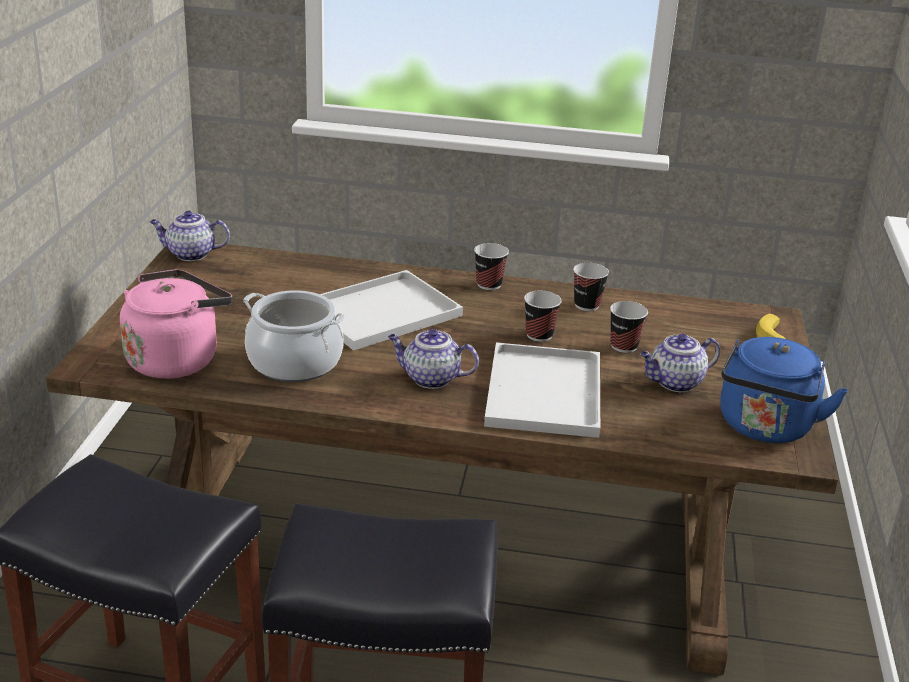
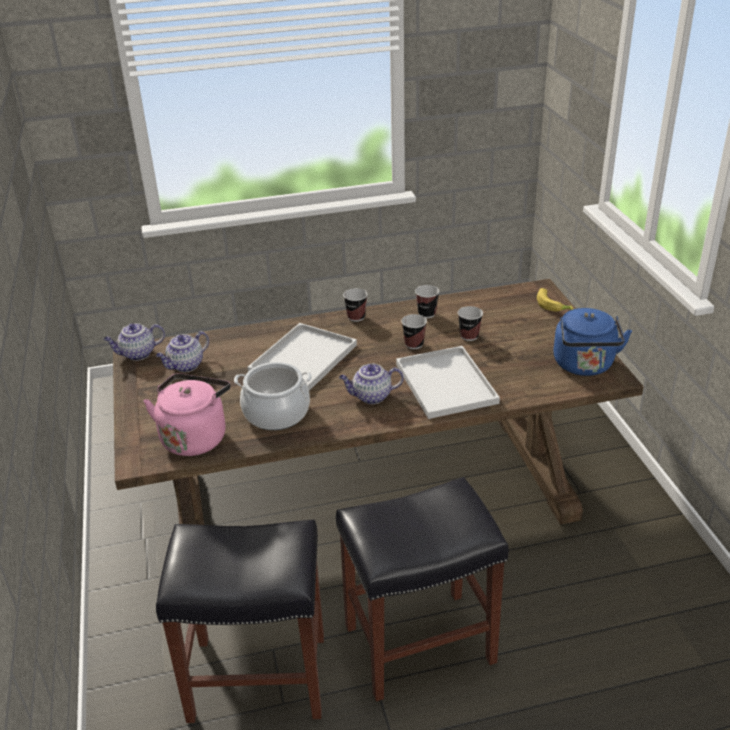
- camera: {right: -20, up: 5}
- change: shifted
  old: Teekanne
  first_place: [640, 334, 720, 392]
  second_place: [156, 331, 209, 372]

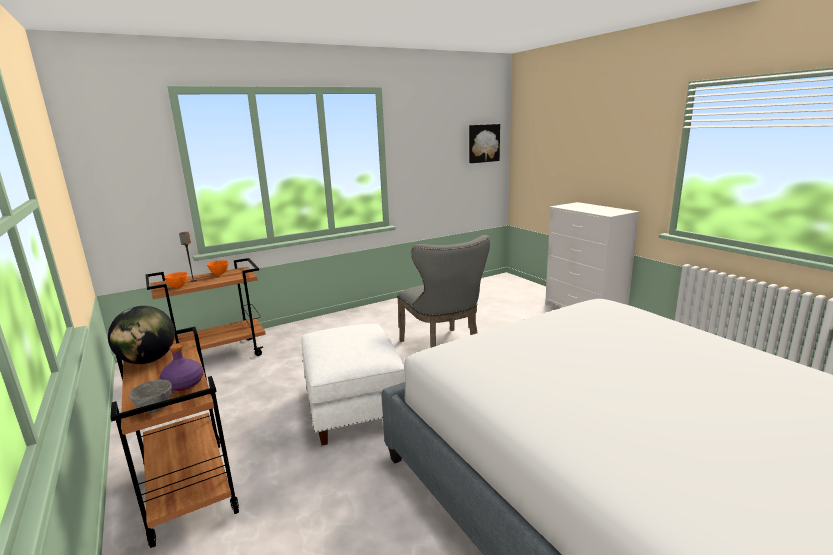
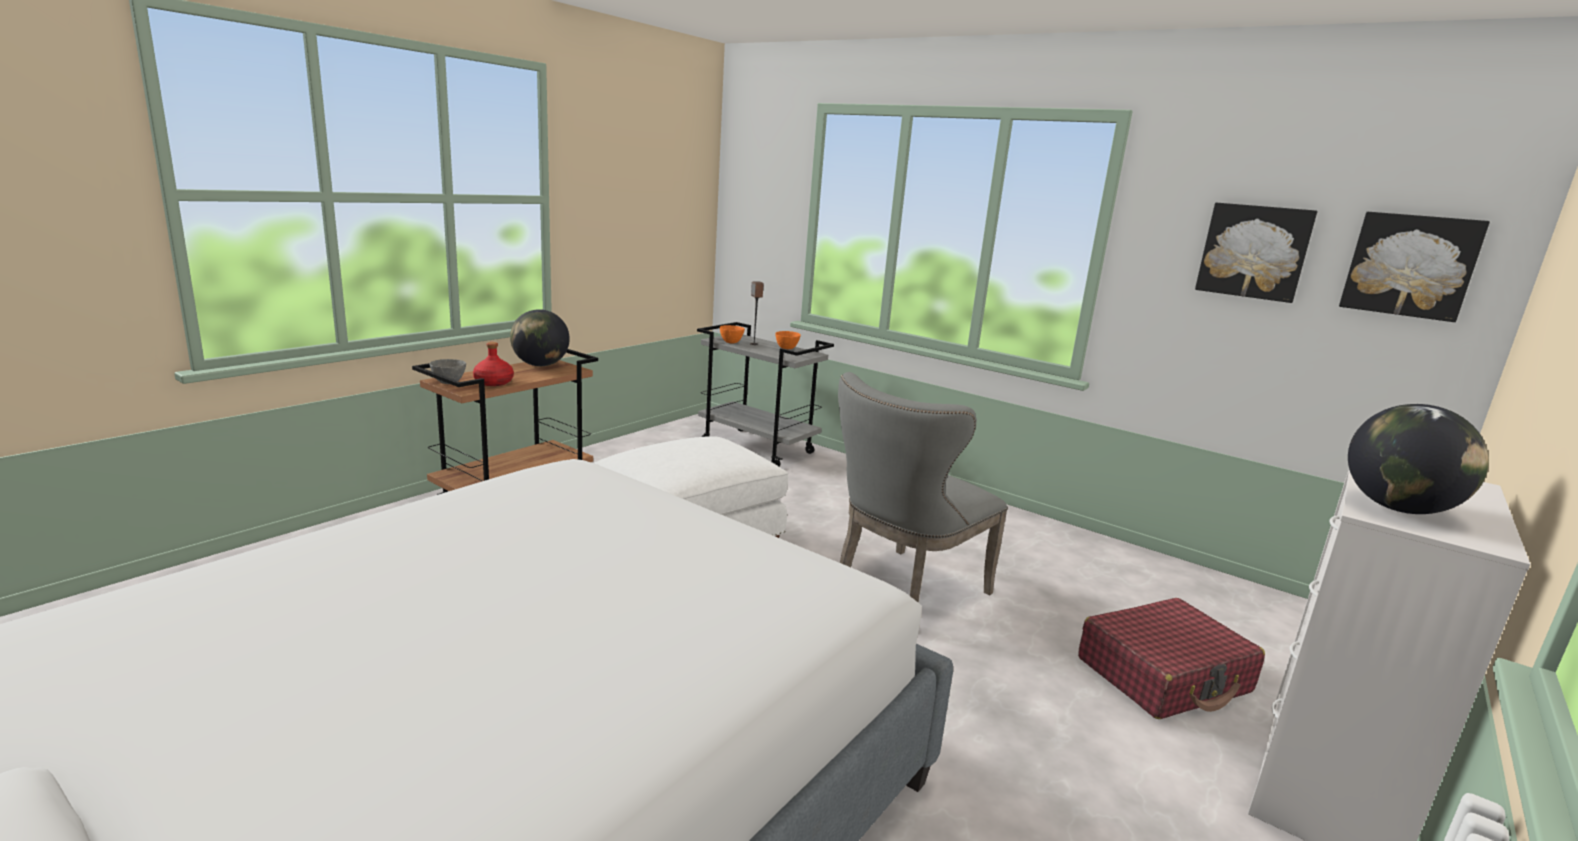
- camera: {right: 65, up: 0}
- change: repainted
  old: Rollwagen [braun]
  new: Rollwagen [grau]
  first_place: [145, 258, 266, 356]
  second_place: [697, 322, 834, 466]
- change: repainted
  old: Flasche [lila]
  new: Flasche [rot]
  first_place: [159, 344, 203, 391]
  second_place: [473, 342, 514, 386]
- change: new
  new: Koffer [rot]
  second_place: [1078, 598, 1265, 719]
- change: new
  new: Bild
  second_place: [1195, 203, 1318, 303]
- change: new
  new: Globus
  second_place: [1348, 404, 1489, 514]

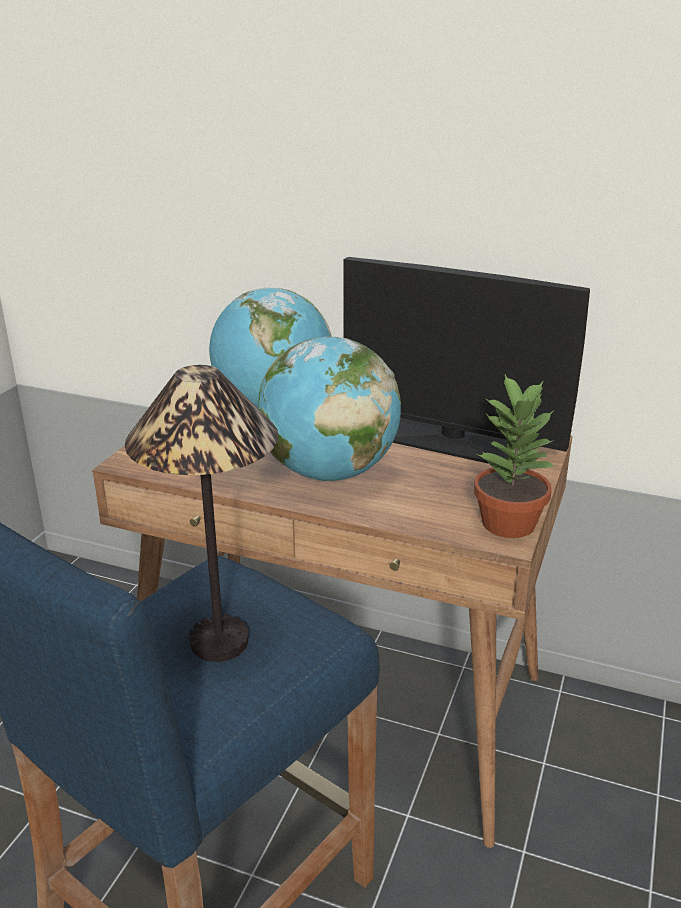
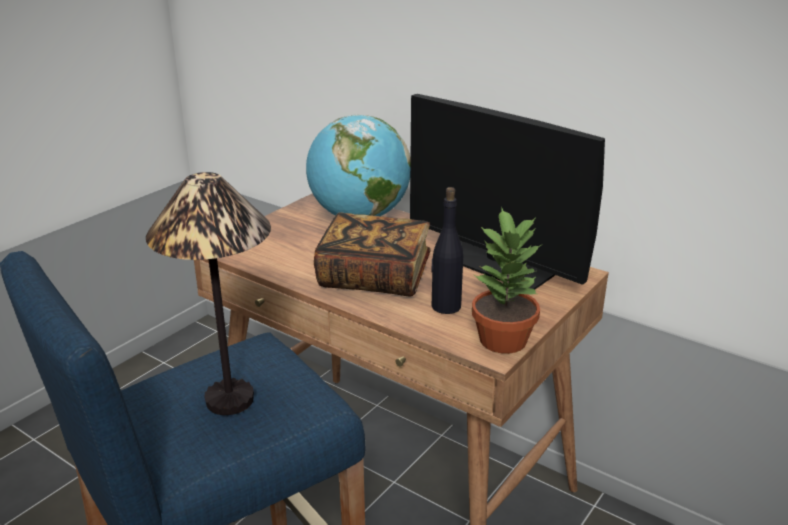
- camera: {right: 15, up: 0}
- change: swapped
  old: Globus
  new: Buch
  first_place: [258, 337, 401, 481]
  second_place: [314, 212, 431, 297]
- change: new
  new: Flasche [schwarz]
  second_place: [431, 187, 463, 314]

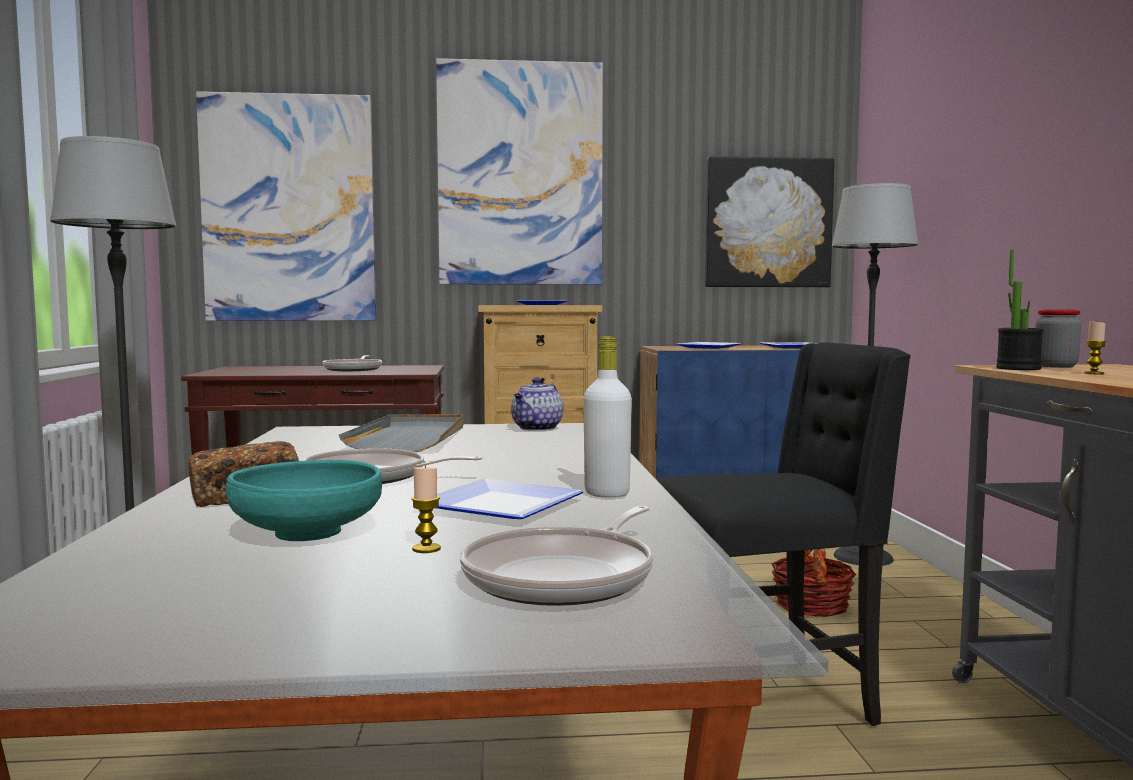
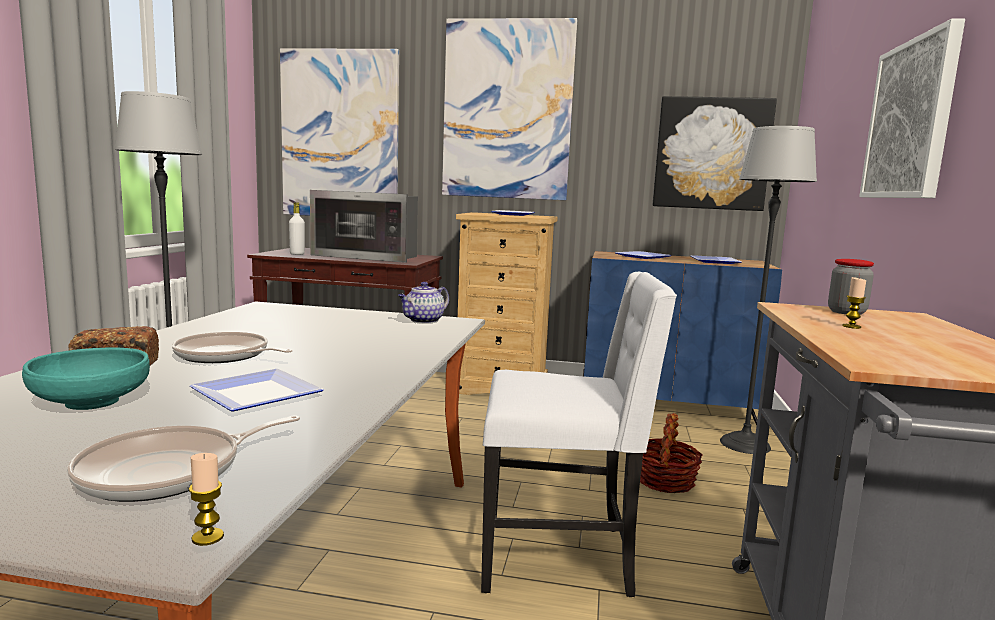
- camera: {right: 15, up: 5}
- change: swapped
  old: Pfanne
  new: Mikrowelle
  first_place: [322, 355, 382, 371]
  second_place: [310, 190, 418, 263]
- change: gone
  old: Tablett [grau]
  first_place: [339, 414, 463, 452]
- change: shifted
  old: Kerze
  first_place: [411, 465, 441, 553]
  second_place: [189, 453, 224, 546]
- change: shifted
  old: Flasche [weiß]
  first_place: [583, 336, 632, 498]
  second_place: [289, 202, 305, 255]
- change: repainted
  old: Stuhl [schwarz]
  new: Stuhl [weiß]
  first_place: [655, 342, 911, 726]
  second_place: [481, 272, 677, 597]
- change: gone
  old: Topfpflanze
  first_place: [996, 250, 1043, 370]
- change: new
  new: Bild
  second_place: [859, 19, 965, 198]

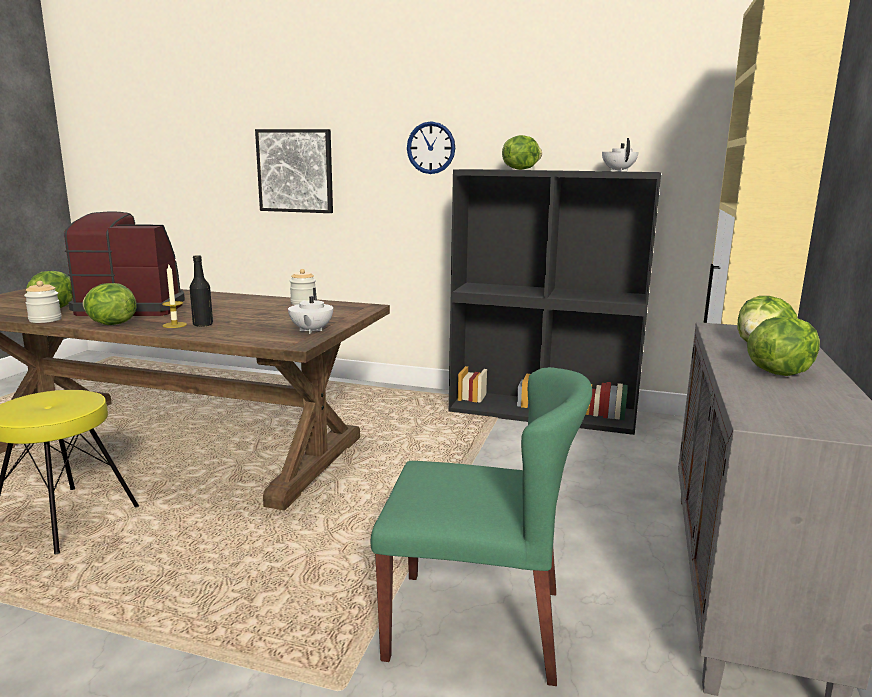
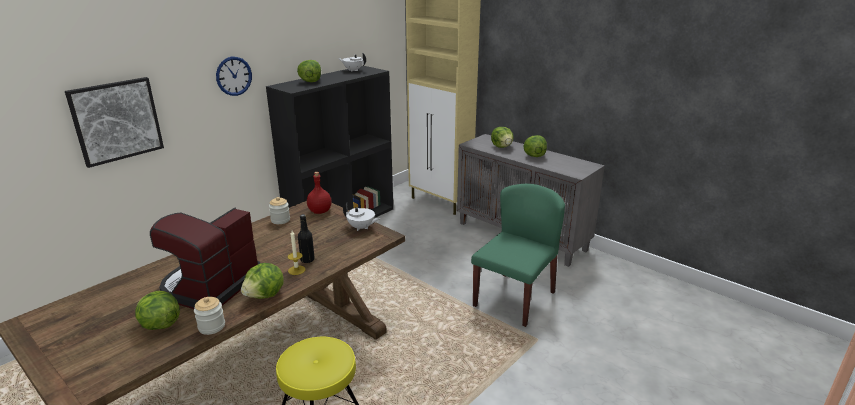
- camera: {right: -65, up: 10}
- change: new
  new: Flasche [rot]
  second_place: [307, 172, 332, 214]

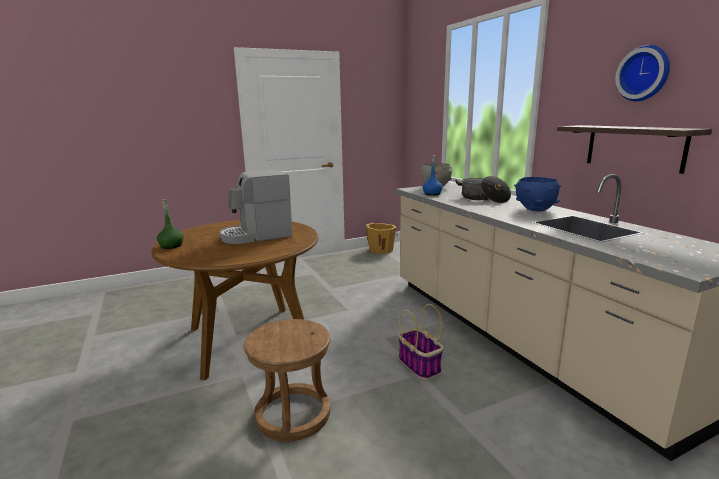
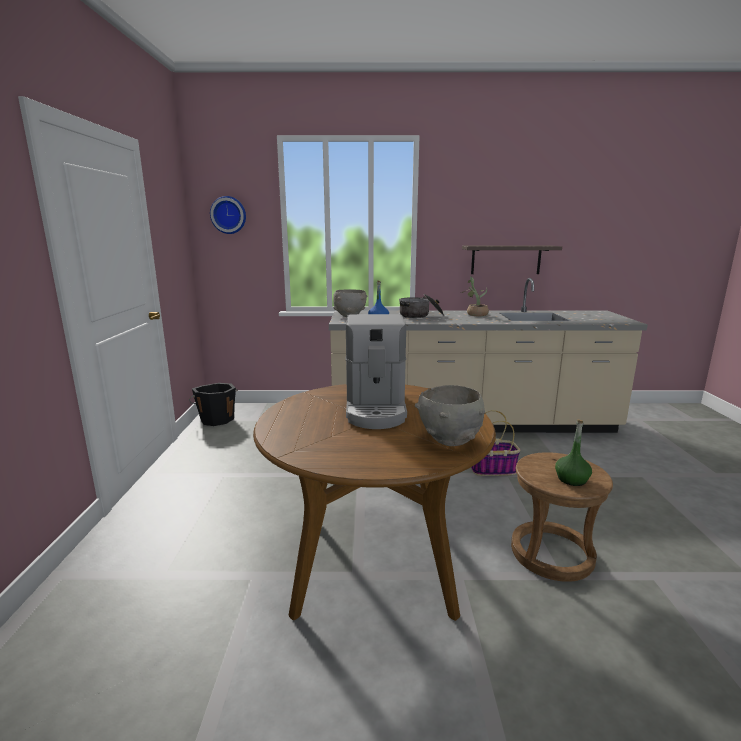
- camera: {right: -65, up: 0}
- change: shifted
  old: Flasche [grün]
  first_place: [157, 199, 184, 249]
  second_place: [555, 419, 592, 486]
- change: repainted
  old: Eimer [orange]
  new: Eimer [schwarz]
  first_place: [366, 223, 398, 254]
  second_place: [189, 383, 238, 426]
- change: swapped
  old: Schüssel [blau]
  new: Topfpflanze
  first_place: [514, 177, 561, 211]
  second_place: [461, 276, 489, 316]
- change: shifted
  old: Wanduhr
  first_place: [615, 45, 670, 101]
  second_place: [210, 196, 246, 234]
- change: new
  new: Schüssel [grau]
  second_place: [415, 385, 485, 446]

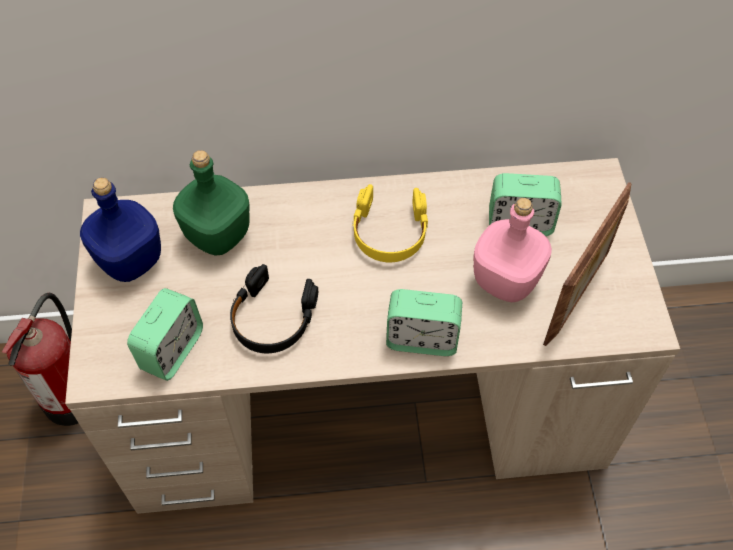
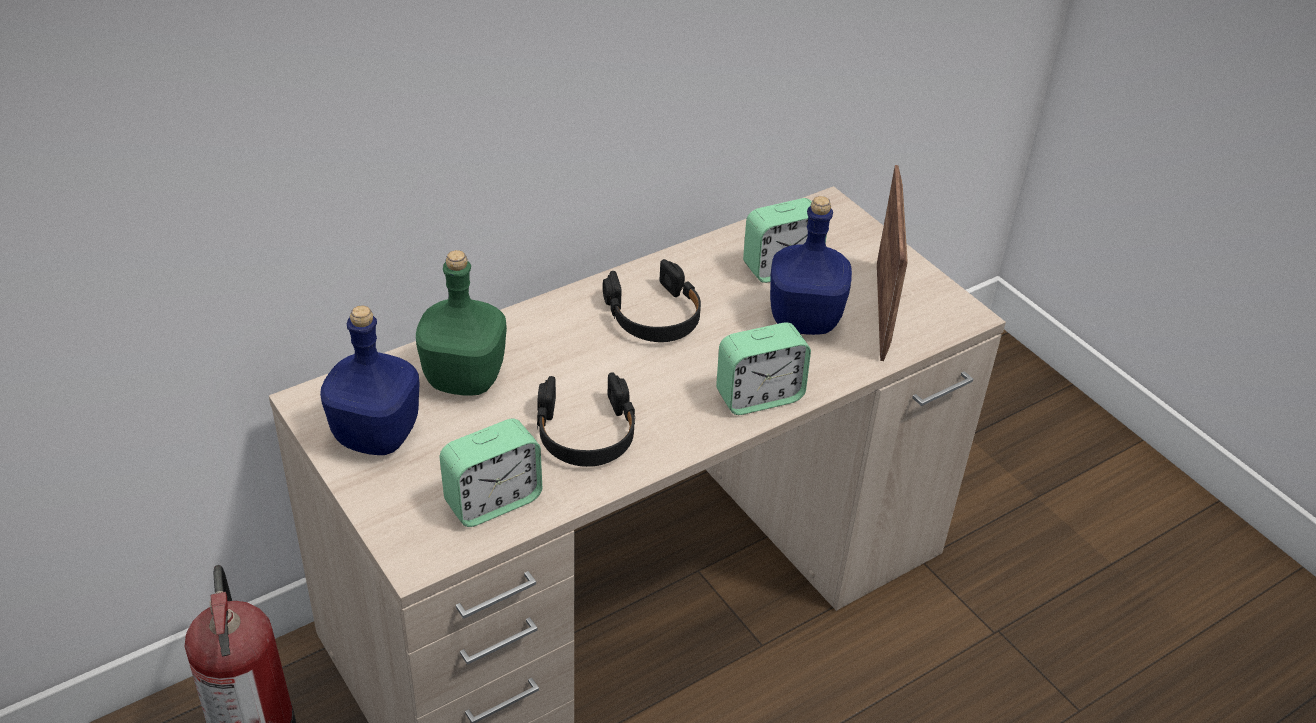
- camera: {right: -30, up: -15}
- change: rotated
  old: Wecker
  first_place: [127, 288, 203, 381]
  second_place: [439, 419, 542, 527]
  degrees: 60
- change: repainted
  old: Kopfhörer [gelb]
  new: Kopfhörer [schwarz]
  first_place: [353, 184, 428, 262]
  second_place: [603, 259, 701, 342]
- change: repainted
  old: Flasche [rosa]
  new: Flasche [blau]
  first_place: [473, 198, 552, 302]
  second_place: [770, 196, 852, 335]

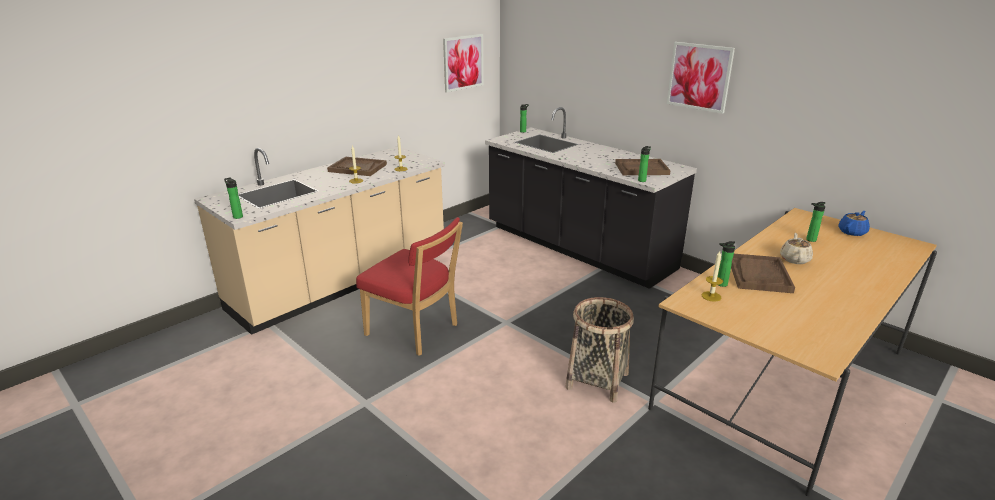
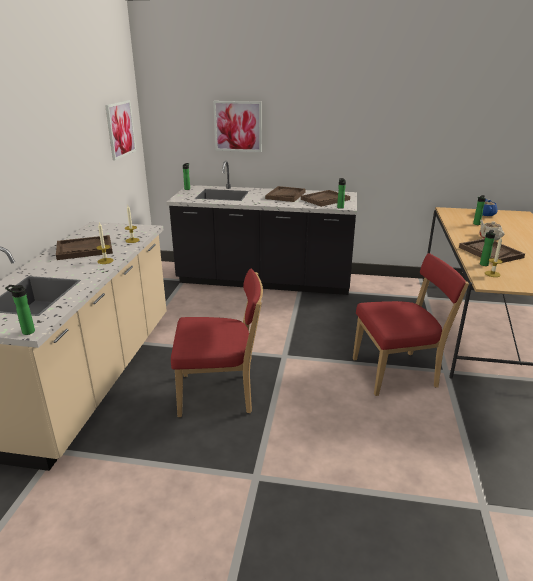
- camera: {right: -35, up: 0}
- change: swapped
  old: Korb
  new: Stuhl [rot]
  first_place: [565, 297, 634, 402]
  second_place: [353, 253, 469, 396]
- change: shifted
  old: Bild
  first_place: [667, 42, 735, 114]
  second_place: [213, 101, 262, 152]
- change: new
  new: Tablett [braun]
  second_place: [265, 186, 305, 202]

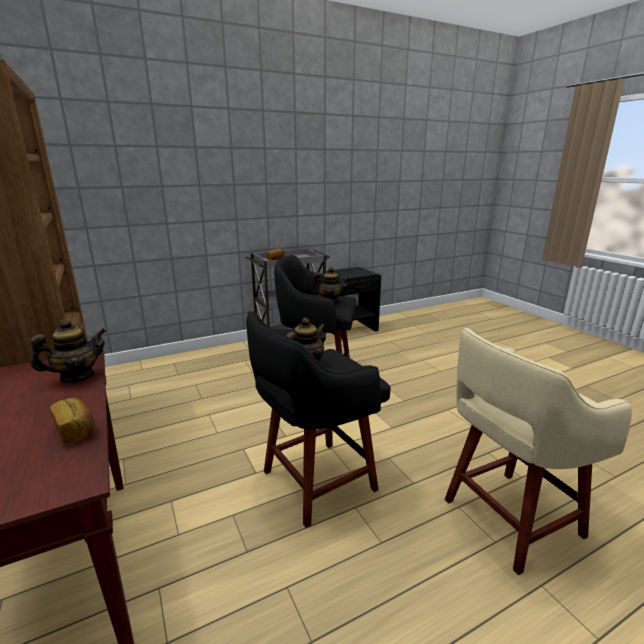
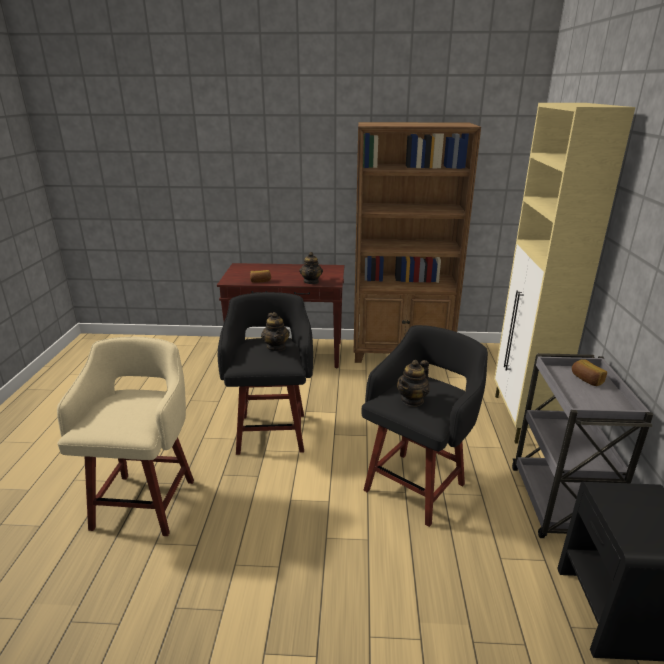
- camera: {right: 120, up: 5}
- change: new
  new: Schrank [beige]
  second_place: [494, 103, 635, 443]

